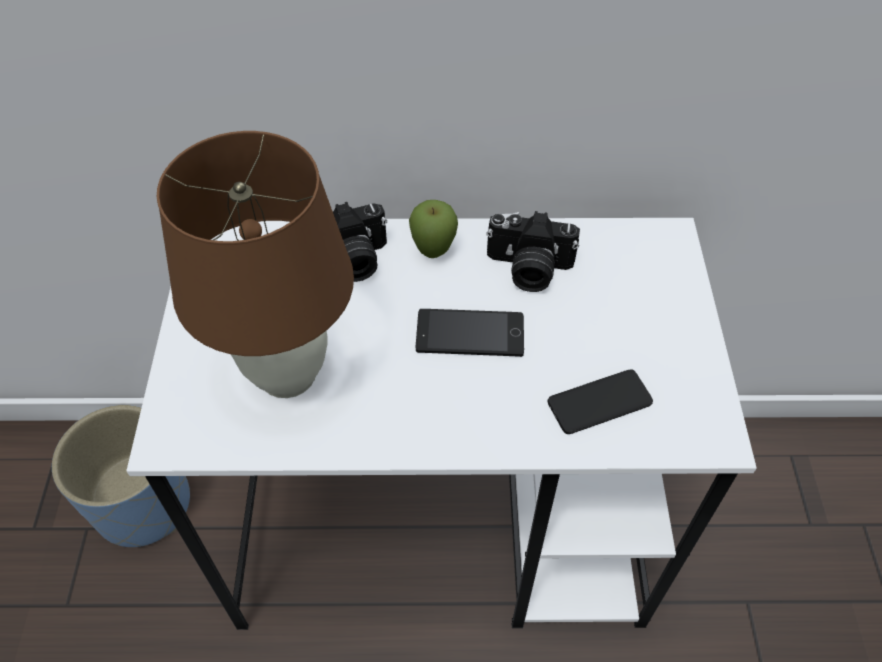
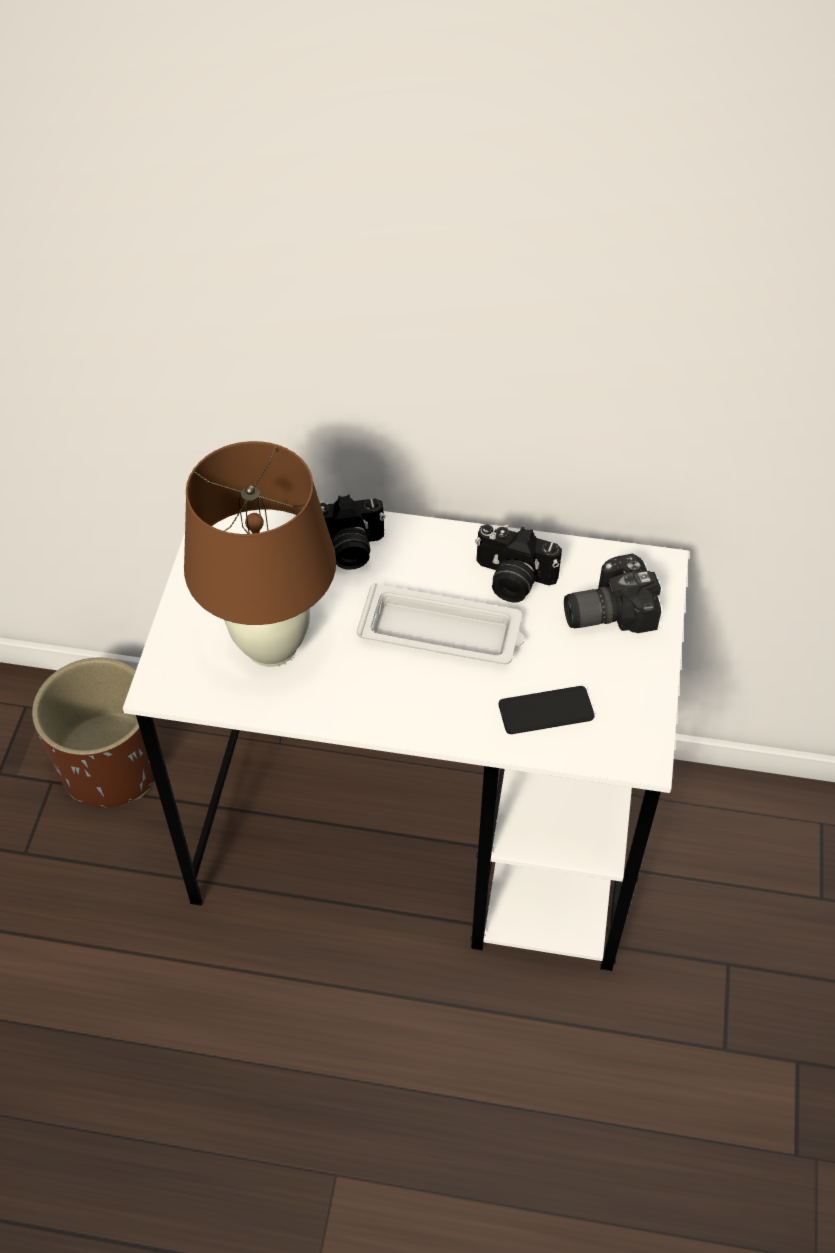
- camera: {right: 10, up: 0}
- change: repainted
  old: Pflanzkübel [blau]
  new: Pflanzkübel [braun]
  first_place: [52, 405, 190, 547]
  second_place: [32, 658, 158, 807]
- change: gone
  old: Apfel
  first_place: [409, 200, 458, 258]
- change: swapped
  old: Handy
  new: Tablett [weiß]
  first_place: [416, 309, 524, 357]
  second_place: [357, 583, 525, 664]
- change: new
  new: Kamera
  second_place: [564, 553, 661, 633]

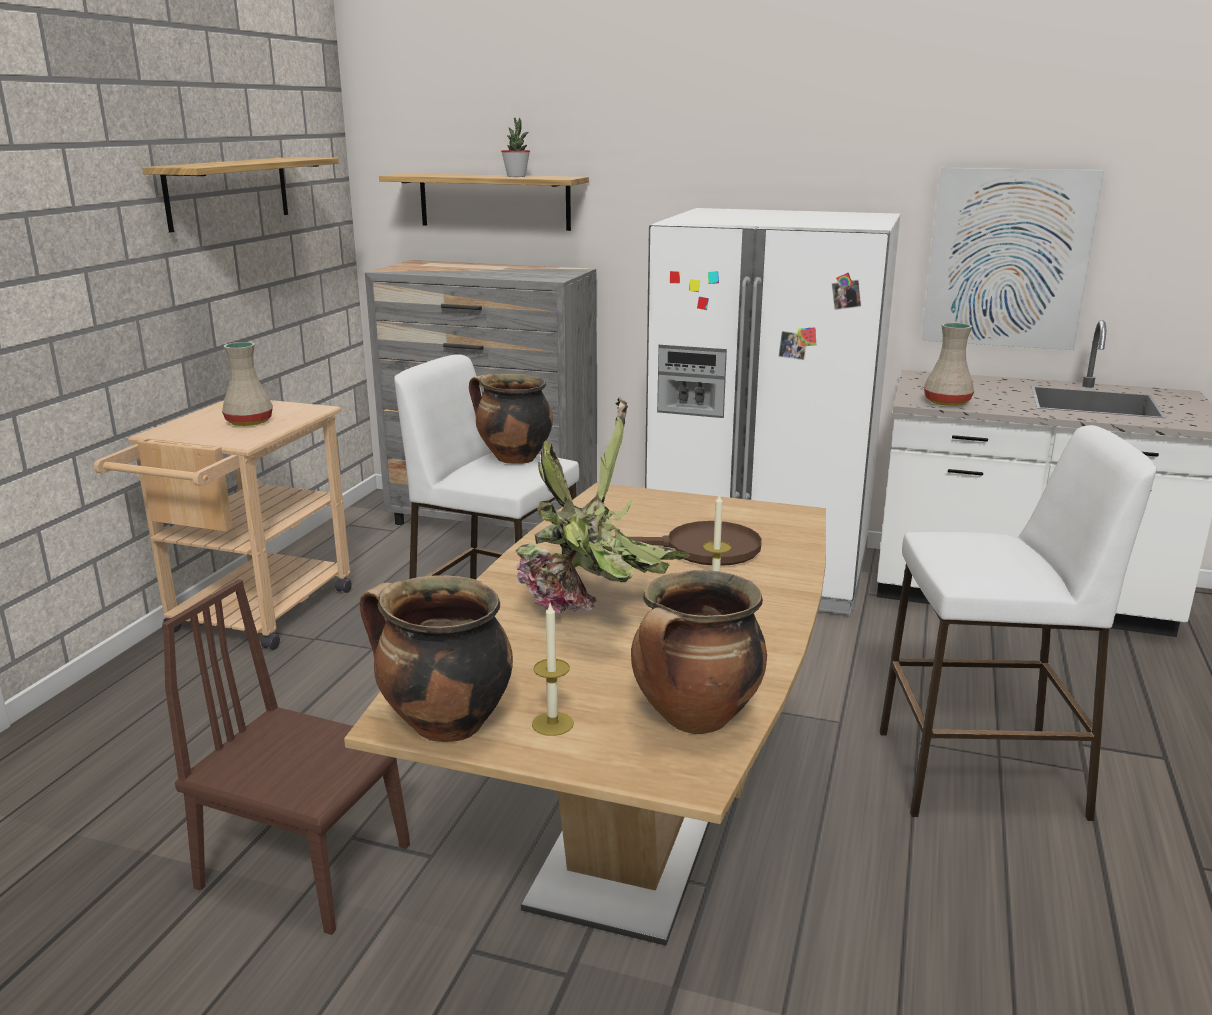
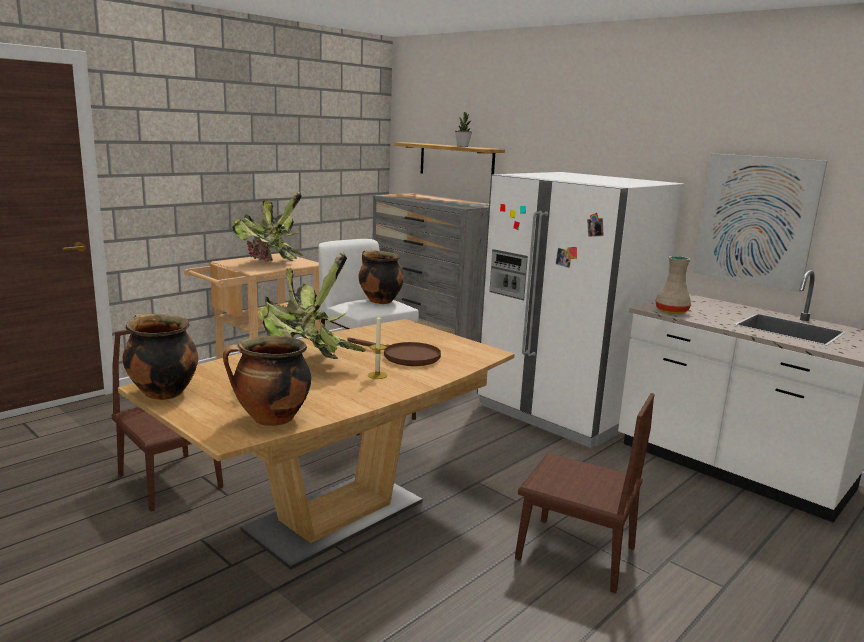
- camera: {right: 25, up: -5}
- change: gone
  old: Wandregal
  first_place: [142, 157, 339, 233]
- change: swapped
  old: Vase [beige]
  new: Topfpflanze
  first_place: [222, 342, 273, 426]
  second_place: [232, 192, 303, 262]
- change: gone
  old: Kerze
  first_place: [532, 602, 574, 736]
- change: swapped
  old: Hocker [weiß]
  new: Stuhl [braun]
  first_place: [880, 425, 1157, 821]
  second_place: [515, 393, 655, 593]

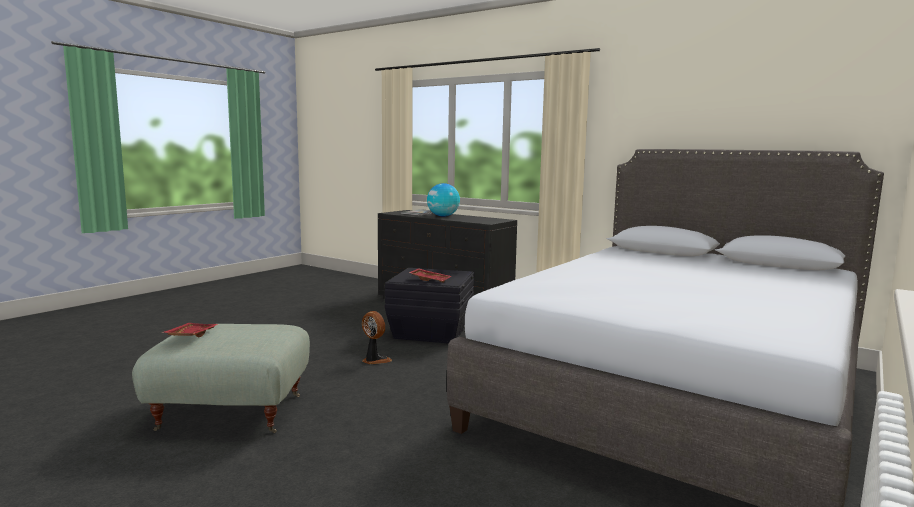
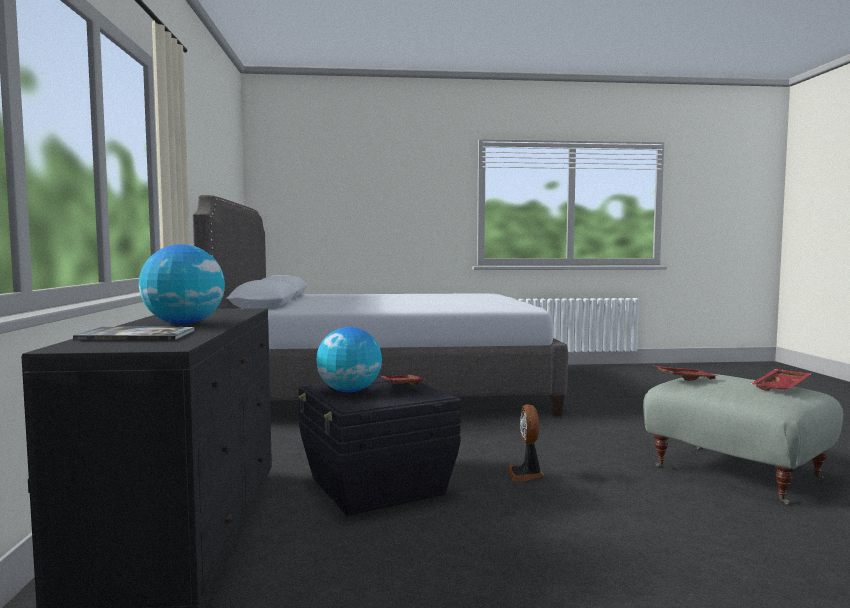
- camera: {right: -130, up: -5}
- change: new
  new: Globus
  second_place: [317, 327, 382, 392]
- change: new
  new: Tablett [rot]
  second_place: [652, 365, 721, 381]

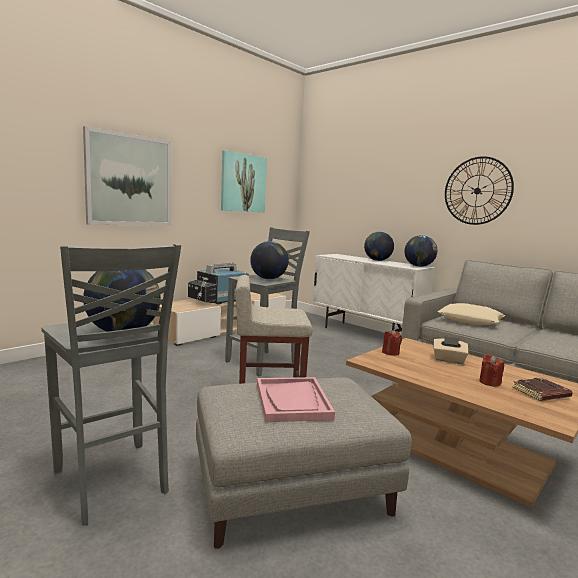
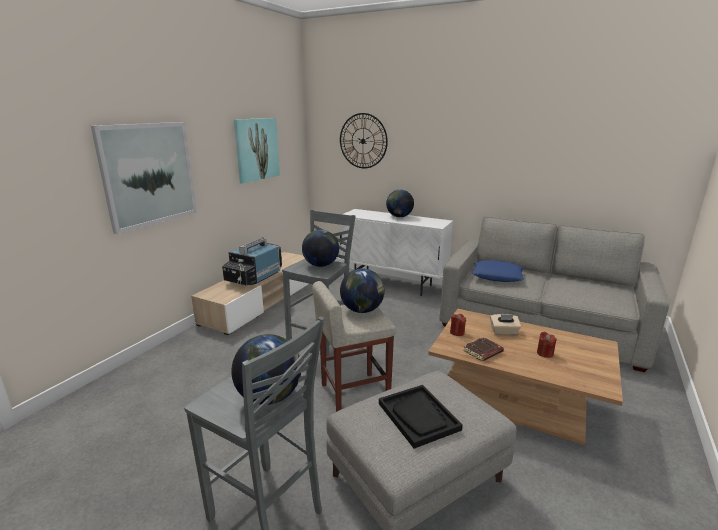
- camera: {right: -15, up: 10}
- change: repainted
  old: Tablett [rosa]
  new: Tablett [schwarz]
  first_place: [257, 377, 335, 422]
  second_place: [379, 385, 463, 449]
- change: shifted
  old: Globus
  first_place: [405, 235, 437, 267]
  second_place: [340, 268, 385, 313]
- change: repainted
  old: Kissen [beige]
  new: Kissen [blau]
  first_place: [437, 303, 505, 325]
  second_place: [472, 260, 524, 282]
- change: shifted
  old: Wanduhr
  first_place: [445, 156, 514, 225]
  second_place: [340, 113, 388, 168]
- change: shifted
  old: Buch [braun]
  first_place: [513, 378, 573, 401]
  second_place: [463, 337, 504, 362]

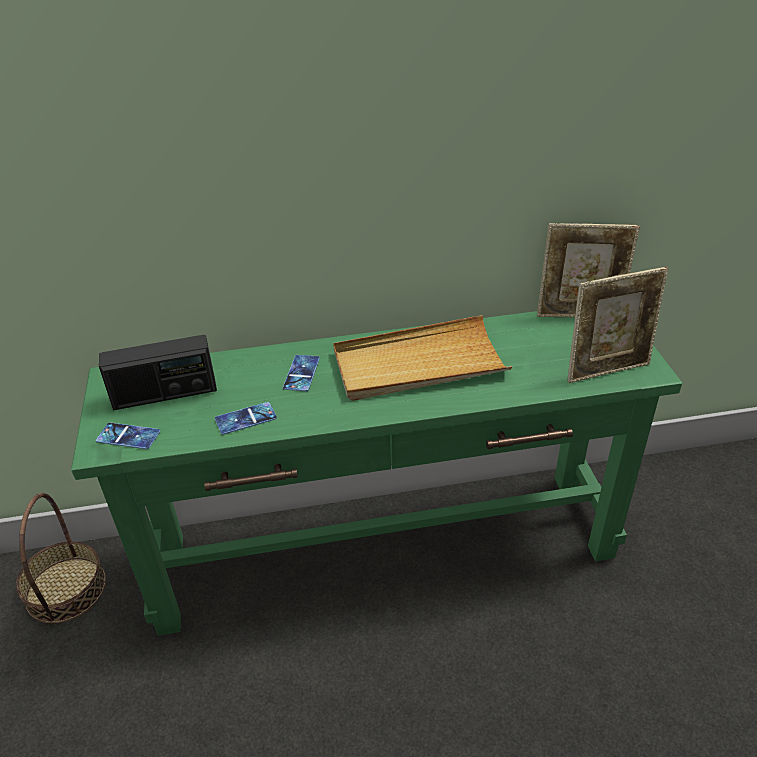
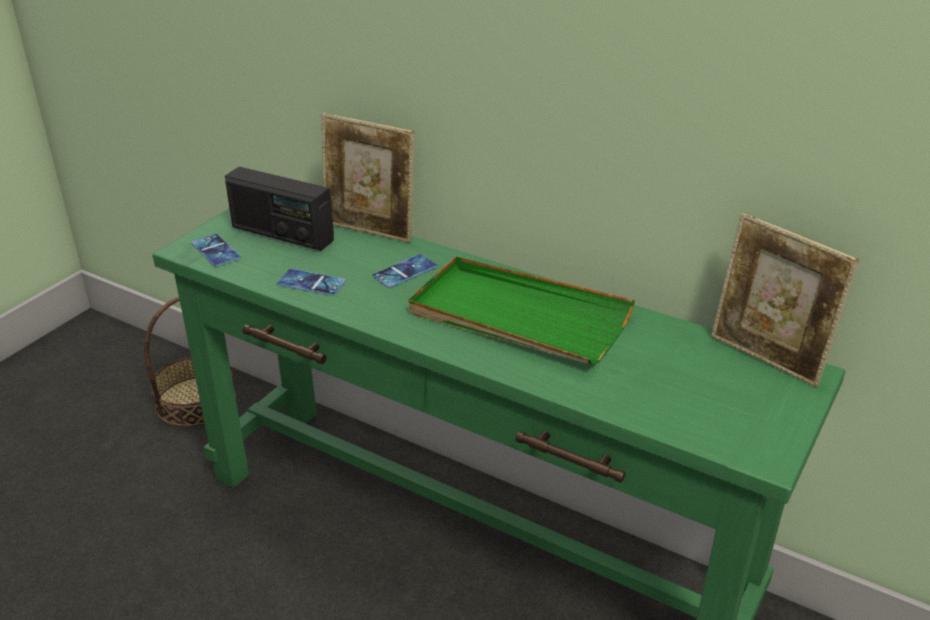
- camera: {right: 40, up: -5}
- change: repainted
  old: Tablett [beige]
  new: Tablett [grün]
  first_place: [333, 315, 512, 401]
  second_place: [408, 256, 635, 365]
- change: shifted
  old: Bilderrahmen
  first_place: [567, 267, 668, 383]
  second_place: [322, 113, 415, 243]

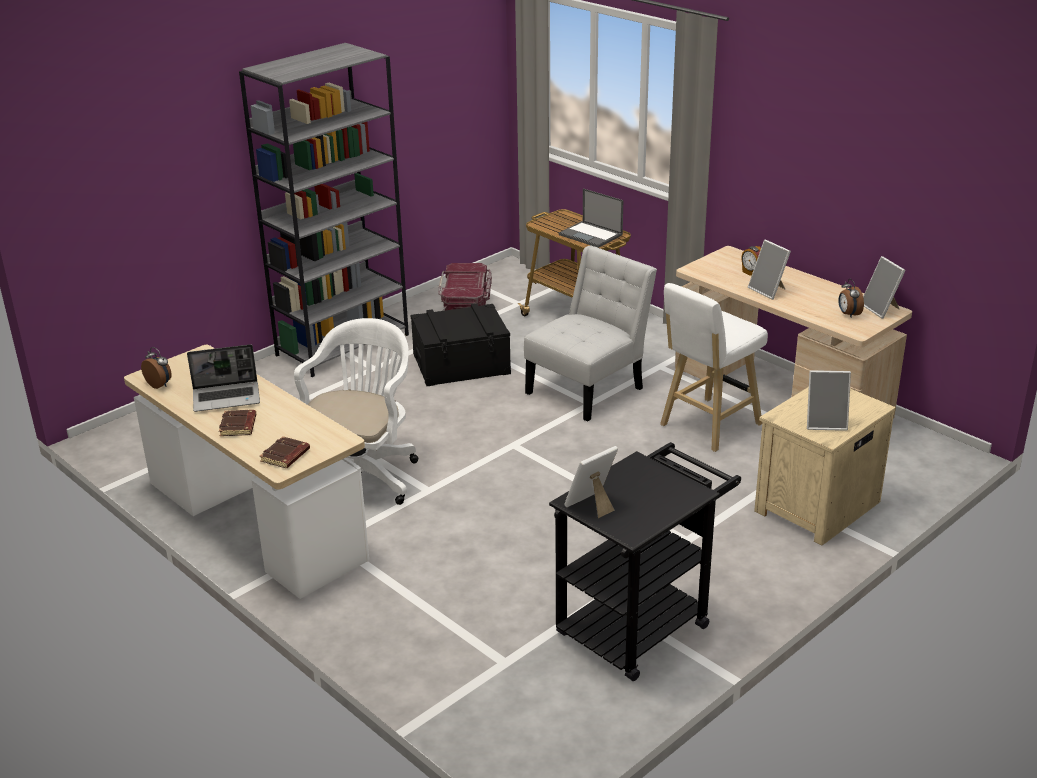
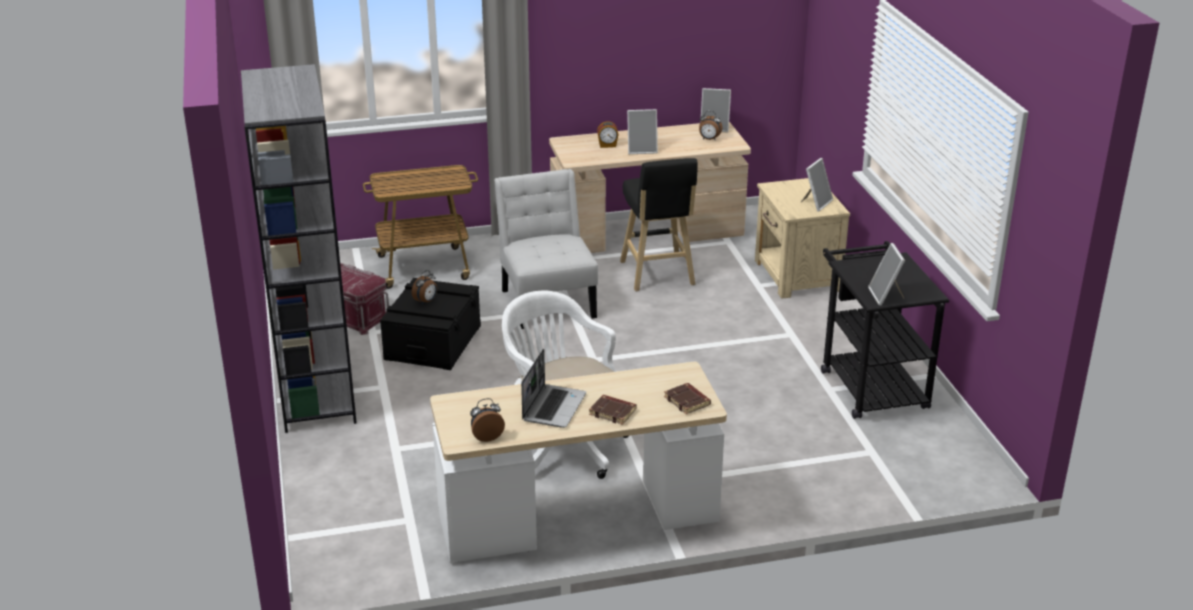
- camera: {right: -60, up: 0}
- change: gone
  old: Laptop
  first_place: [559, 188, 623, 248]
- change: repainted
  old: Hocker [weiß]
  new: Hocker [schwarz]
  first_place: [660, 283, 768, 452]
  second_place: [620, 158, 697, 291]
- change: new
  new: Wecker
  second_place: [412, 270, 437, 304]

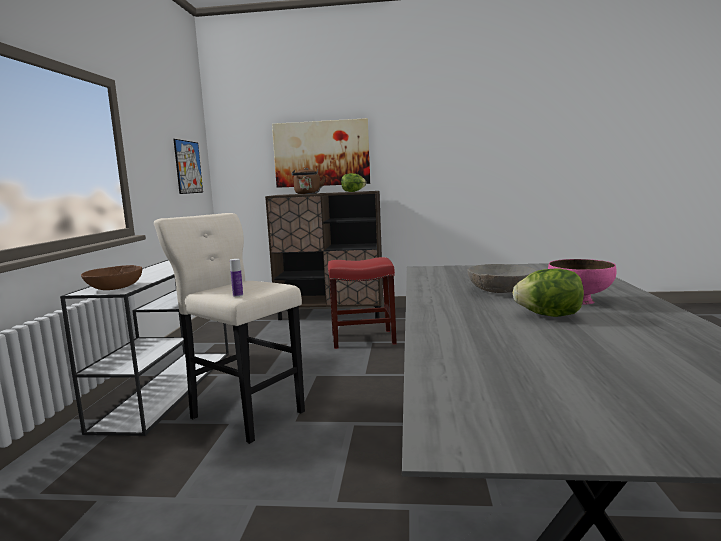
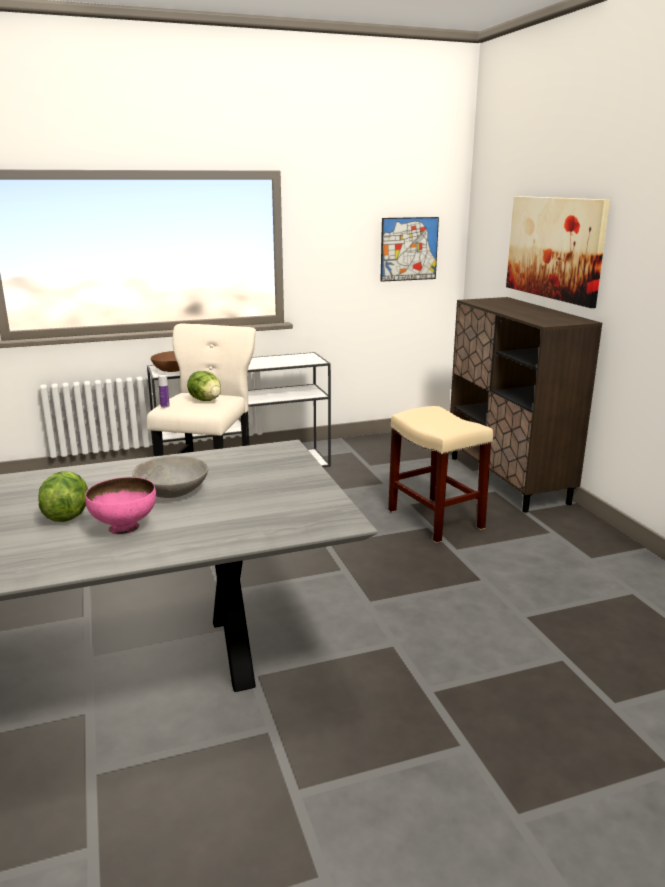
- camera: {right: 65, up: 10}
- change: gone
  old: Wasserkessel [braun]
  first_place: [292, 168, 326, 194]
- change: repainted
  old: Hocker [rot]
  new: Hocker [beige]
  first_place: [328, 257, 397, 349]
  second_place: [388, 406, 493, 543]
- change: shifted
  old: Salatkopf
  first_place: [341, 173, 366, 192]
  second_place: [187, 371, 221, 401]

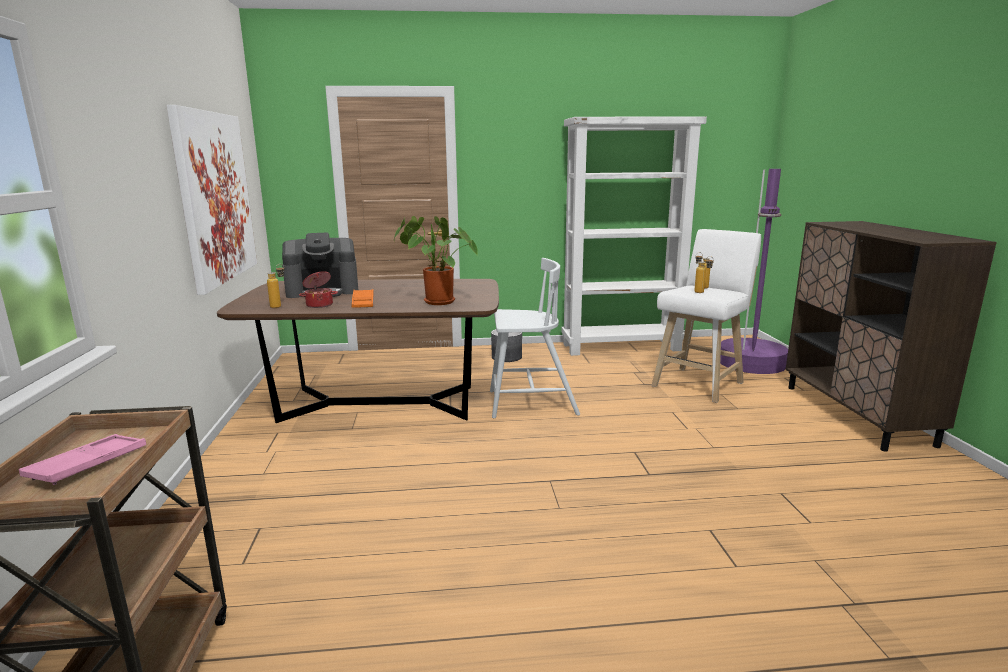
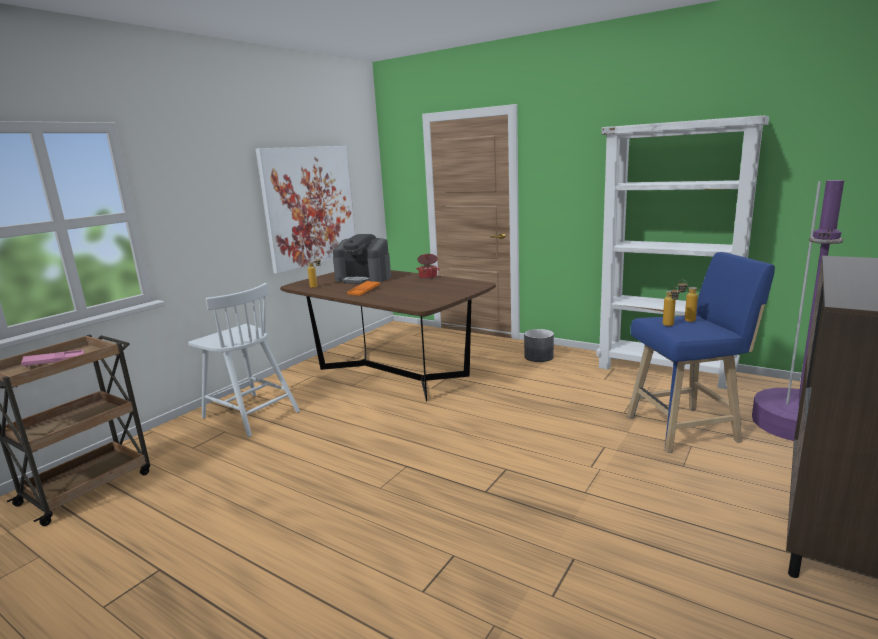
- camera: {right: 40, up: 0}
- change: shifted
  old: Kochtopf
  first_place: [299, 271, 338, 308]
  second_place: [416, 254, 440, 279]
- change: gone
  old: Topfpflanze
  first_place: [394, 216, 478, 305]
- change: shifted
  old: Stuhl [weiß]
  first_place: [490, 258, 580, 418]
  second_place: [188, 283, 300, 437]
- change: repainted
  old: Hocker [weiß]
  new: Hocker [blau]
  first_place: [651, 229, 761, 403]
  second_place: [627, 252, 775, 453]

